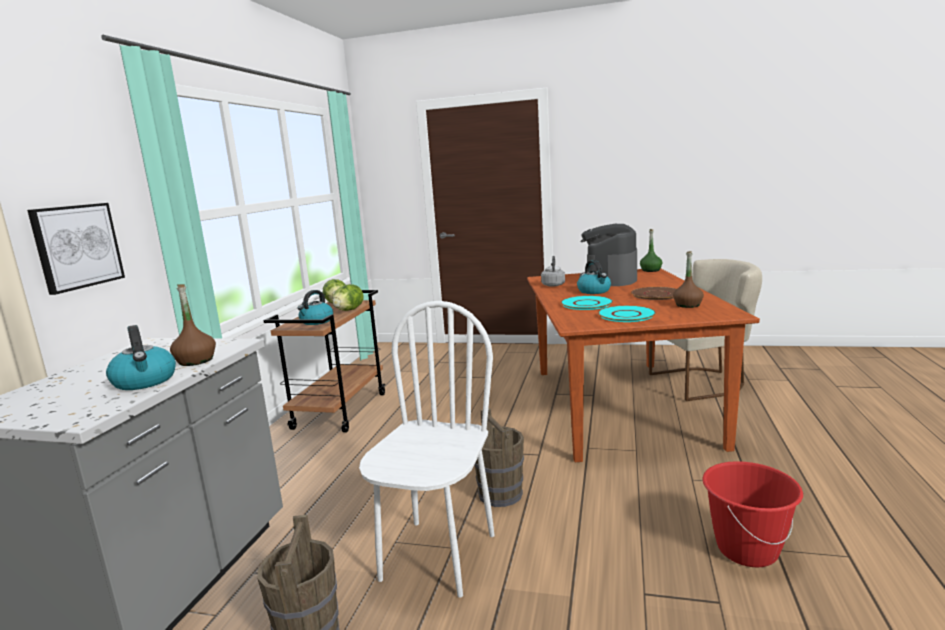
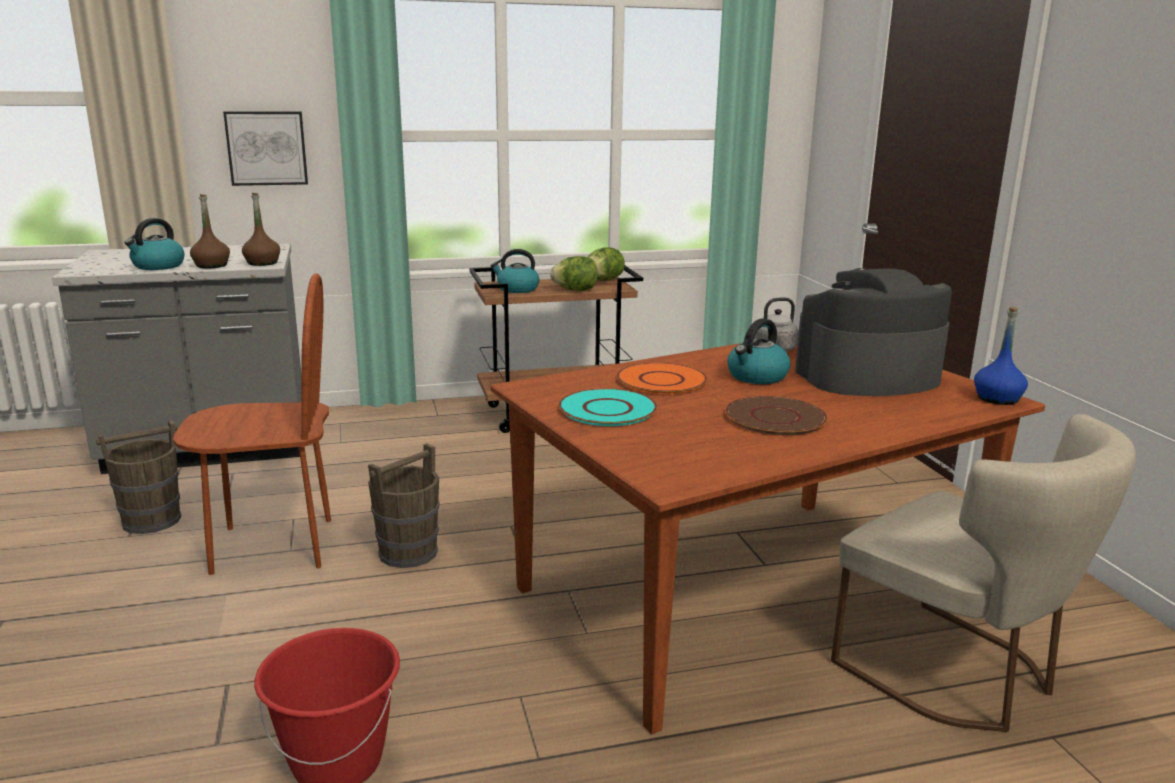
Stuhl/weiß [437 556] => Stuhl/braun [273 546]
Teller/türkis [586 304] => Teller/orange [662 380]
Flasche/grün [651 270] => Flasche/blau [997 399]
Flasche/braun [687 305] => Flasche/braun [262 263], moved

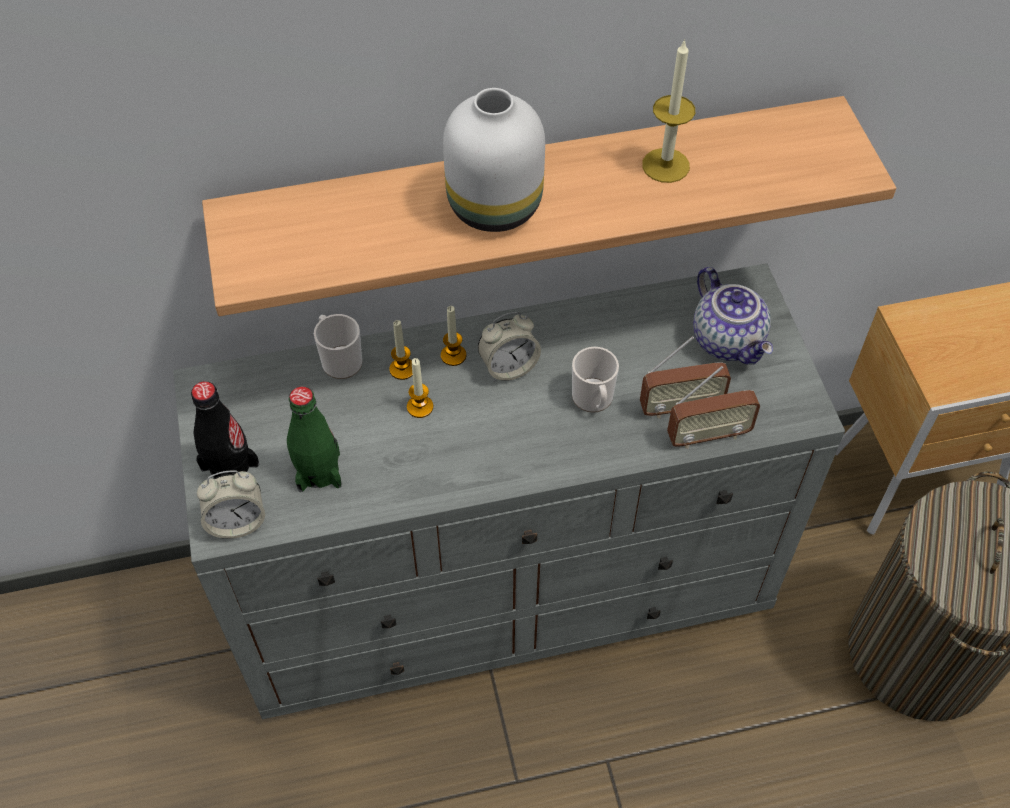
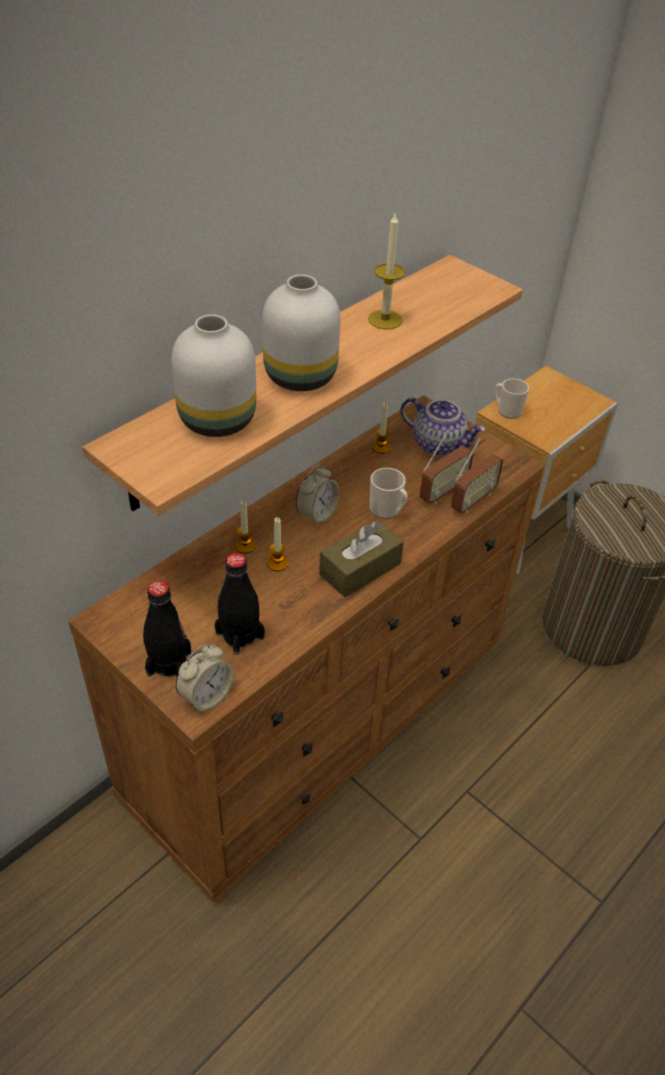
Kommode/grau [507 586] => Kommode/braun [322 716]
Flasche/grün [319 471] => Flasche/schwarz [240 635]
Henkelbecher [339 360] => Henkelbecher [507 410], moved
Kerze [453 355] => Kerze [381 447], moved
nothing => Vase/weiß [219 419]
nothing => Taschentuchbox/braun [360 569]

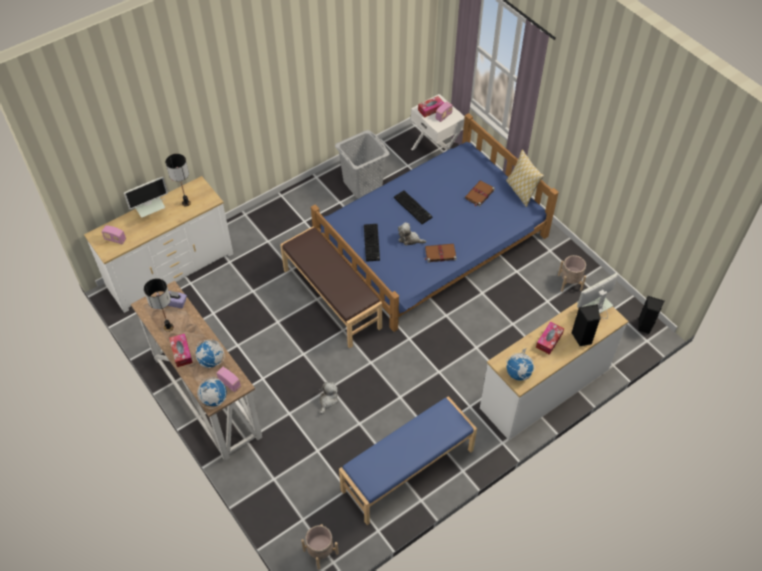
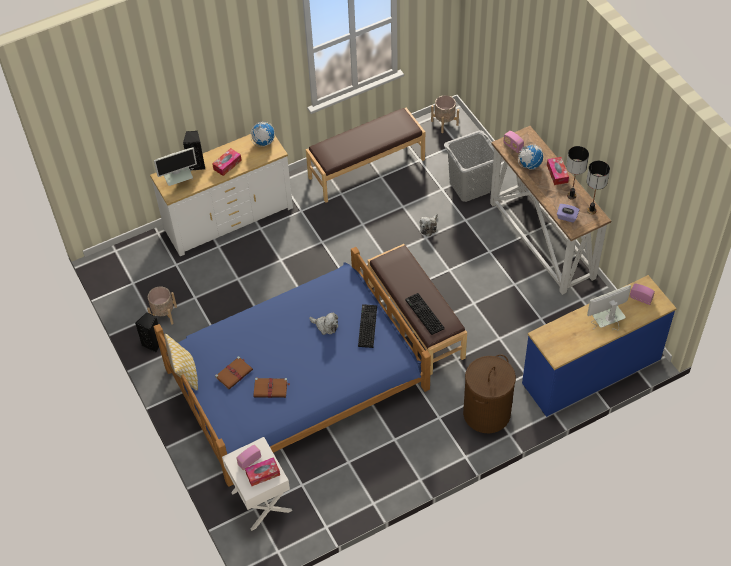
Kommode/weiß [170 270] => Kommode/blau [591 372]
Tischlampe [186 203] => Tischlampe [591 210], moved
Globus [214 399] => nothing
Wäschekorb/grau [363 184] => Wäschekorb/grau [469 186], moved
Bank/blau [408 471] => Bank/braun [366 168]
Tastatur [413 207] => Tastatur [423 314], moved
Buch/braun [440 253] => Buch/braun [271 388], moved
Lautsprecher/schwarz [645 326] => Lautsprecher/schwarz [153 343], moved
nothing => Wäschekorb/braun [487 413]

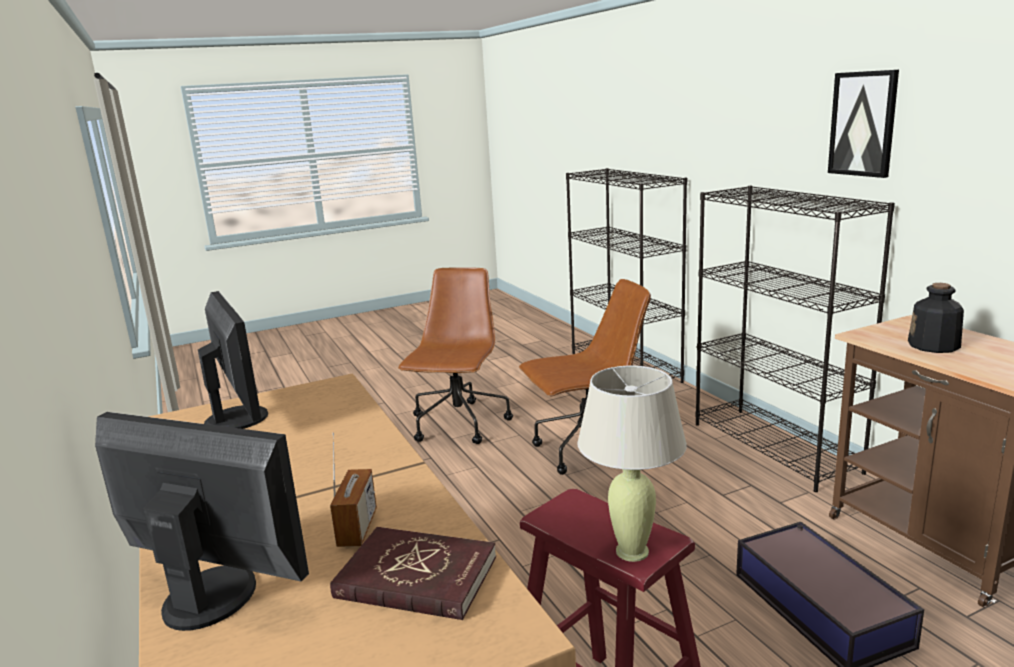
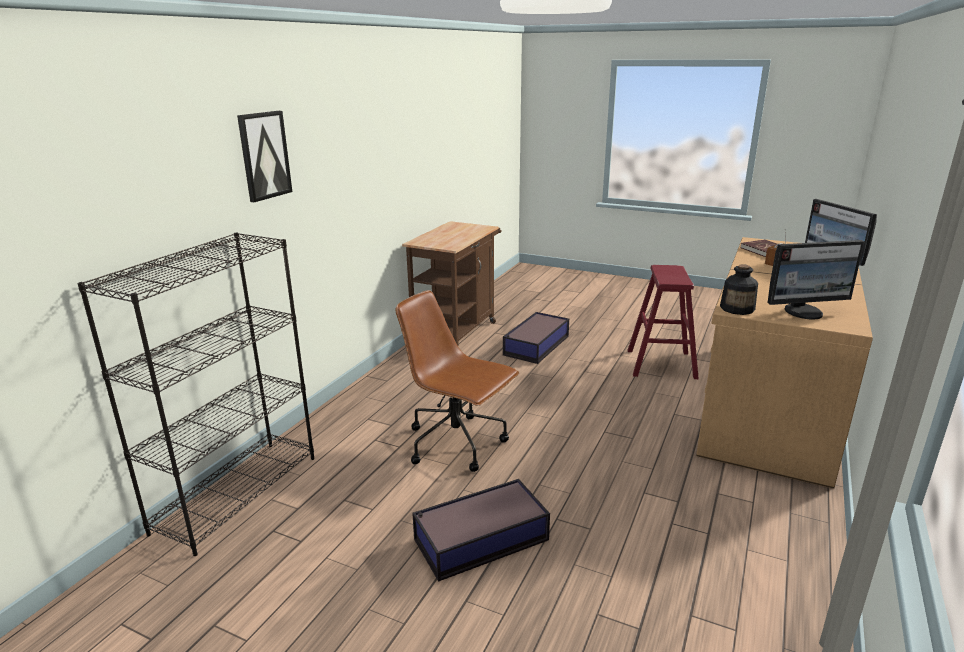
Monitor [239 419] => Monitor [804 312], 120 degrees counterclockwise
Bürostuhl/braun [459 425] => Aufbewahrungsbox [479 539]
Tischlampe/beige [632 551] => nothing
Bücherregal/schwarz [775 447] => nothing
Bild [863 124] => Bild [264 155], moved
Flasche [933 346] => Flasche [737 309], moved

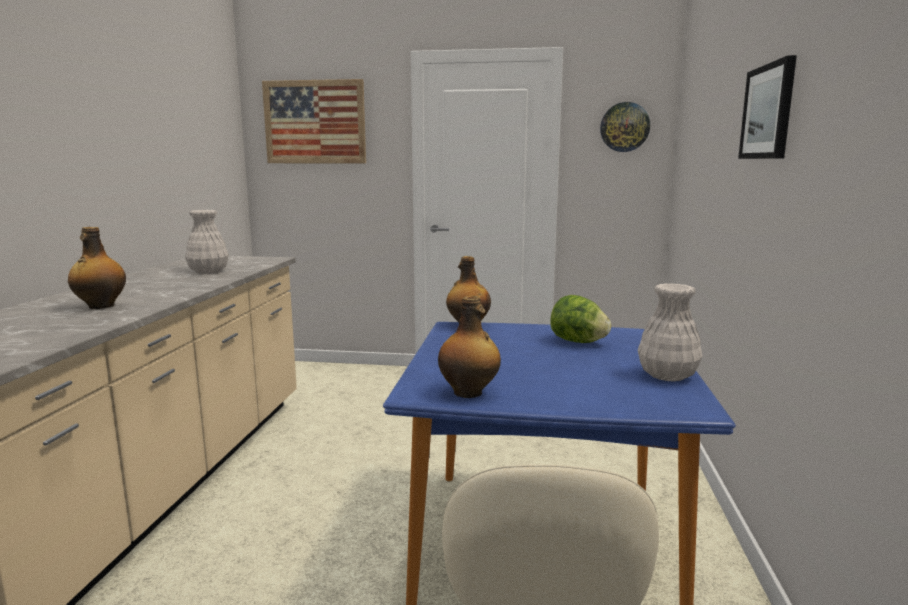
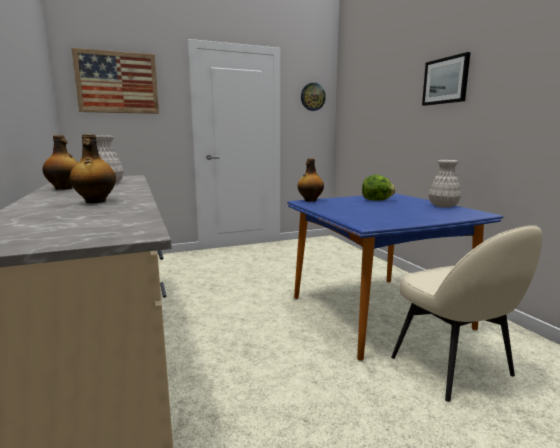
Flasche [469 393] => Flasche [64 188], moved

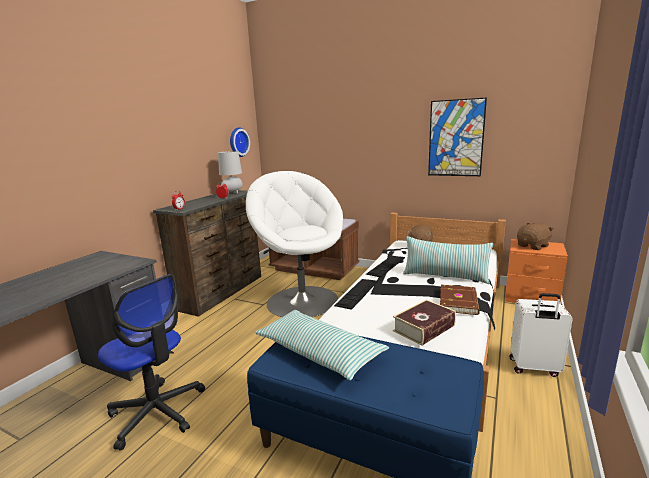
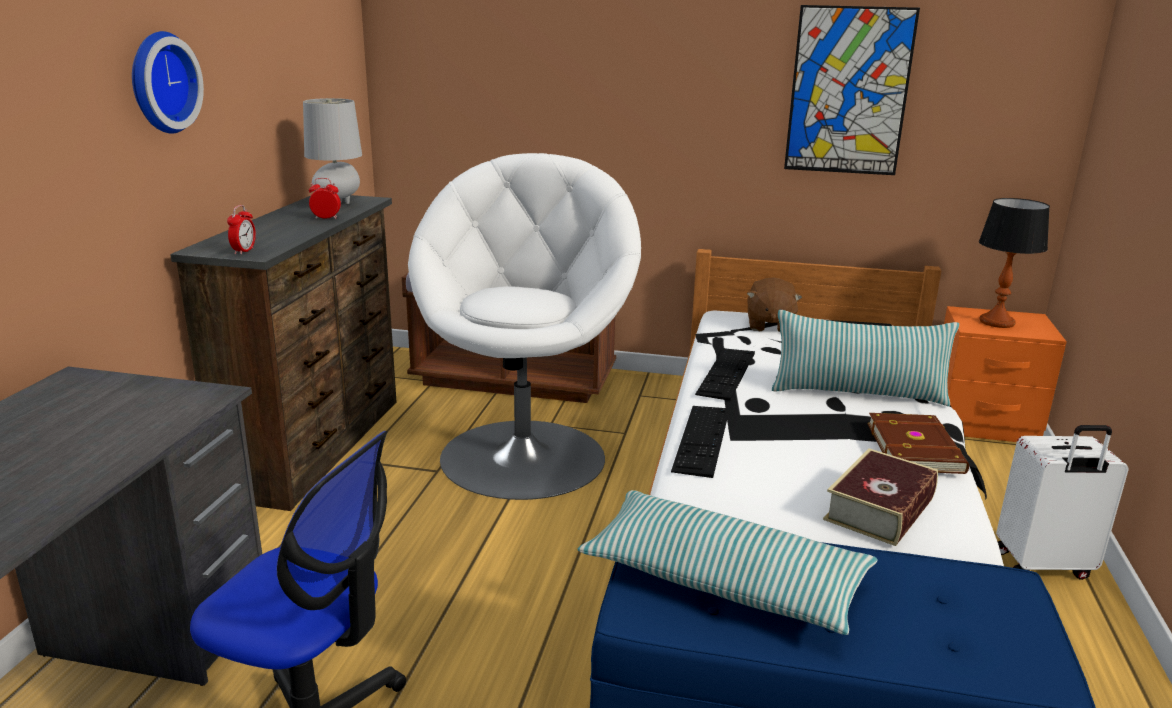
Wanduhr [237 142] => Wanduhr [159 82], moved
Sessel/weiß [302 300] => Sessel/weiß [524 456], 60 degrees clockwise
Plüschtier/braun [533 246] => Tischlampe [996 322]

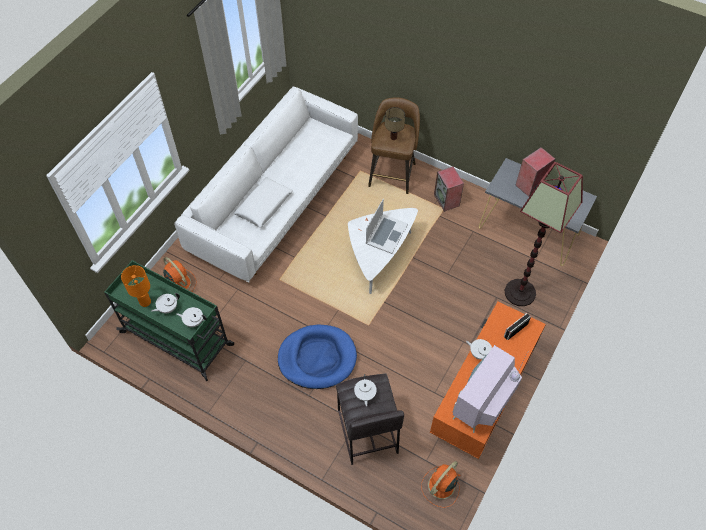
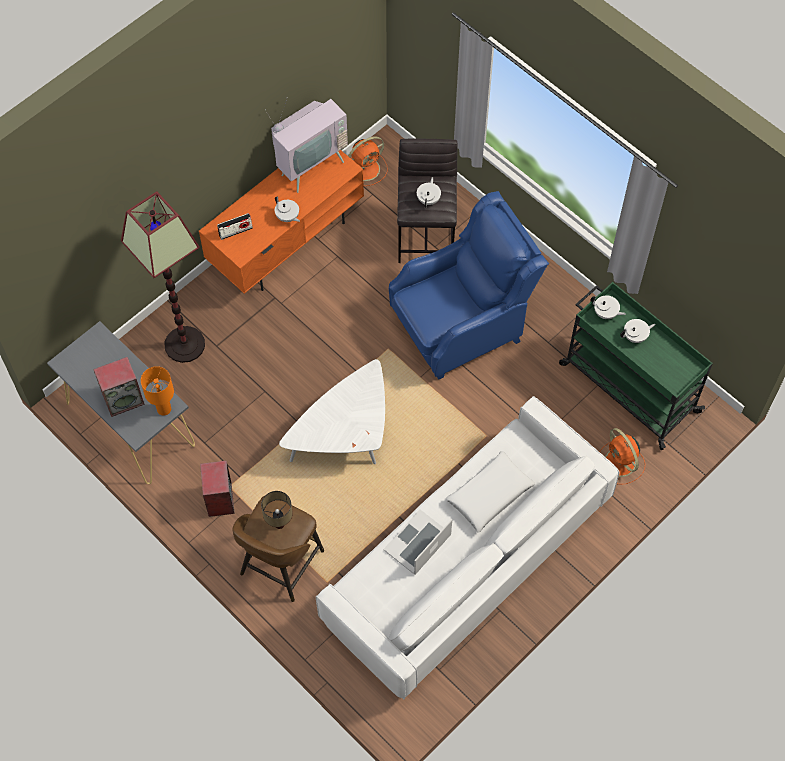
Tischlampe/orange [145 302] => Tischlampe/orange [164 409], moved
Hundebett/blau [317 358] => Sessel/blau [461 324]
Laptop [386 233] => Laptop [418 542], moved

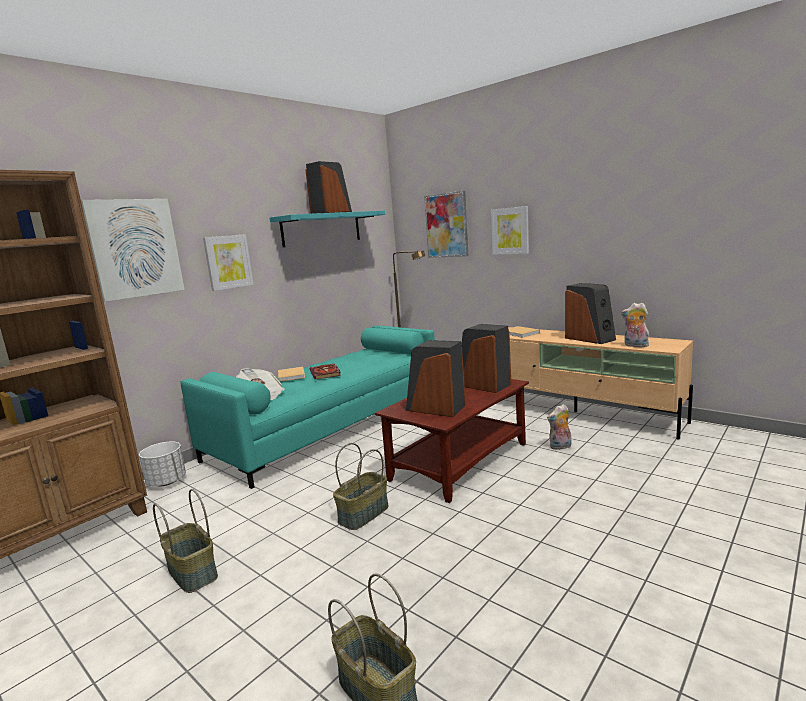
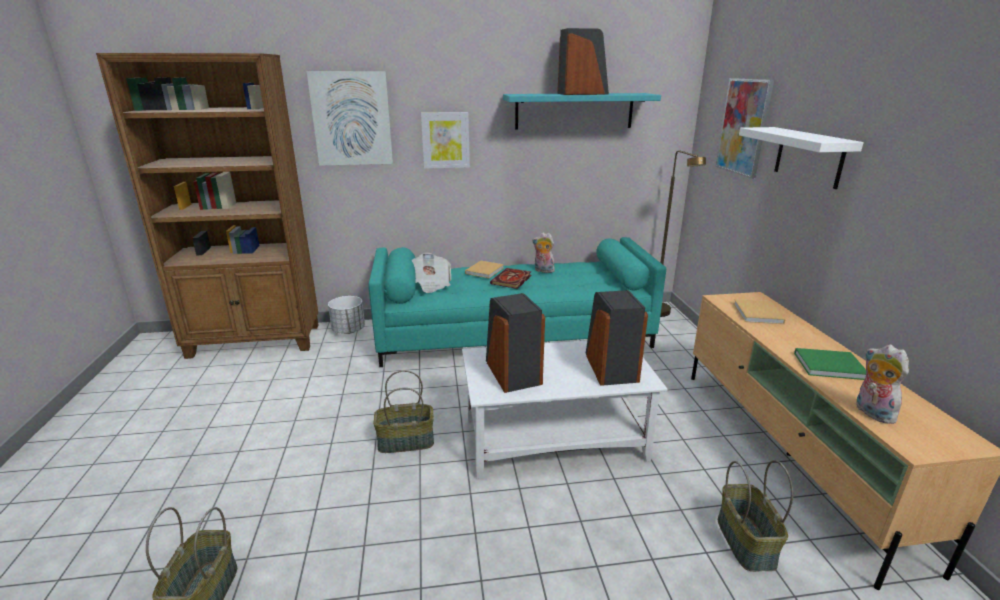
Korb [193 572] => Korb [747 542], moved
Couchtisch/braun [460 461] => Couchtisch/weiß [555 439]
Bild [510 231] => Wandregal/weiß [809 157]
Plüschtier [560 447] => Plüschtier [543 271], moved
Lautsprecher [590 338] => Buch/grün [831 366]

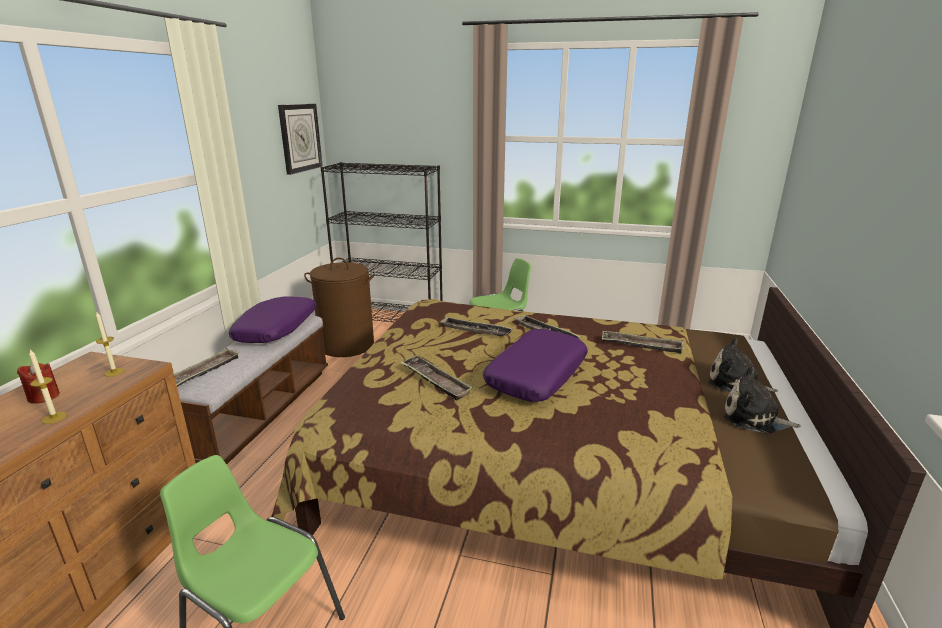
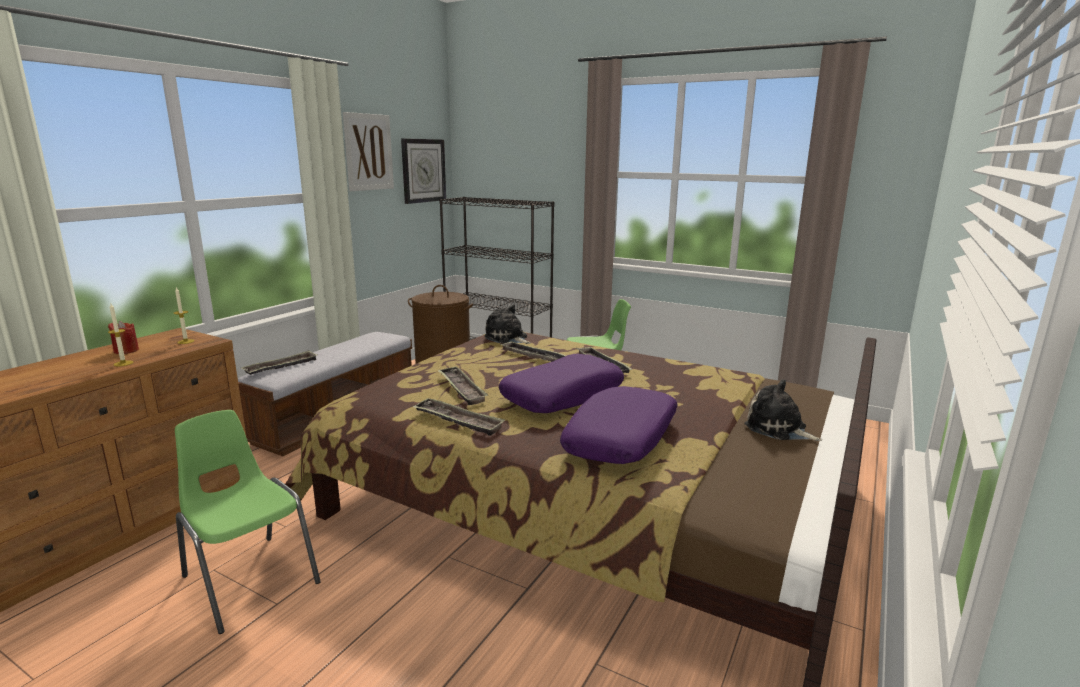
Kissen/lila [277 329] => Kissen/lila [622 438], moved
Tablett [641 346] => Tablett [458 421], moved
Plüschtier [754 418] => Plüschtier [507 338], moved
nothing => Bild [368 152]

